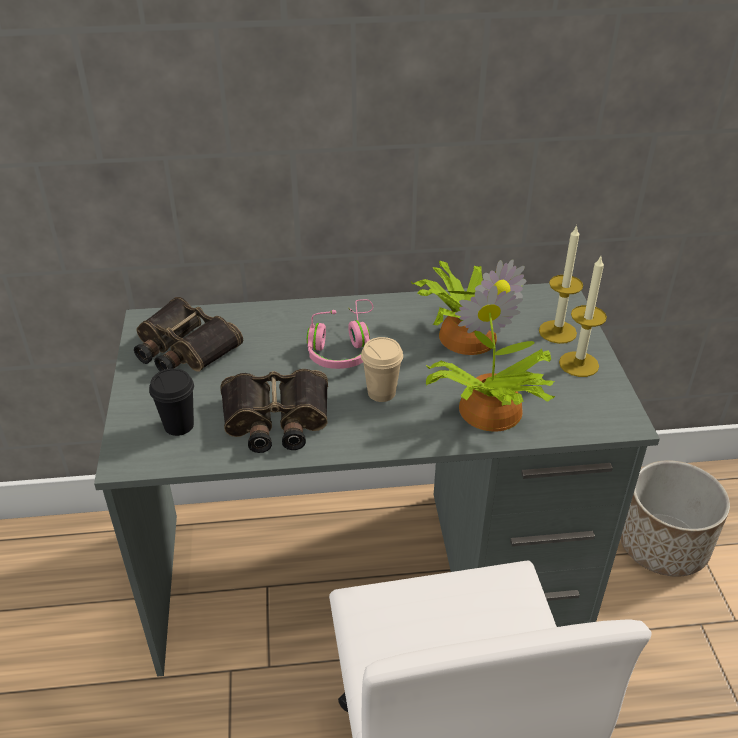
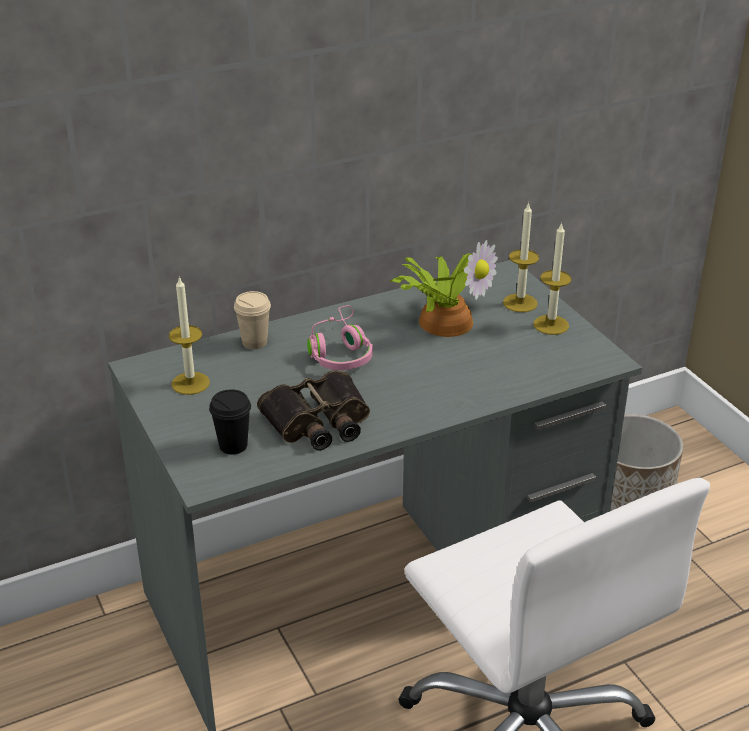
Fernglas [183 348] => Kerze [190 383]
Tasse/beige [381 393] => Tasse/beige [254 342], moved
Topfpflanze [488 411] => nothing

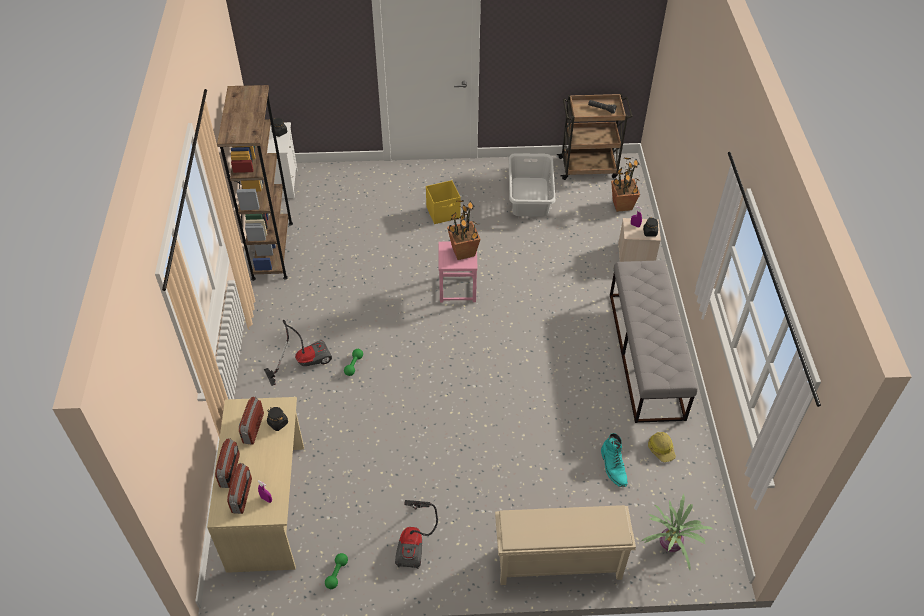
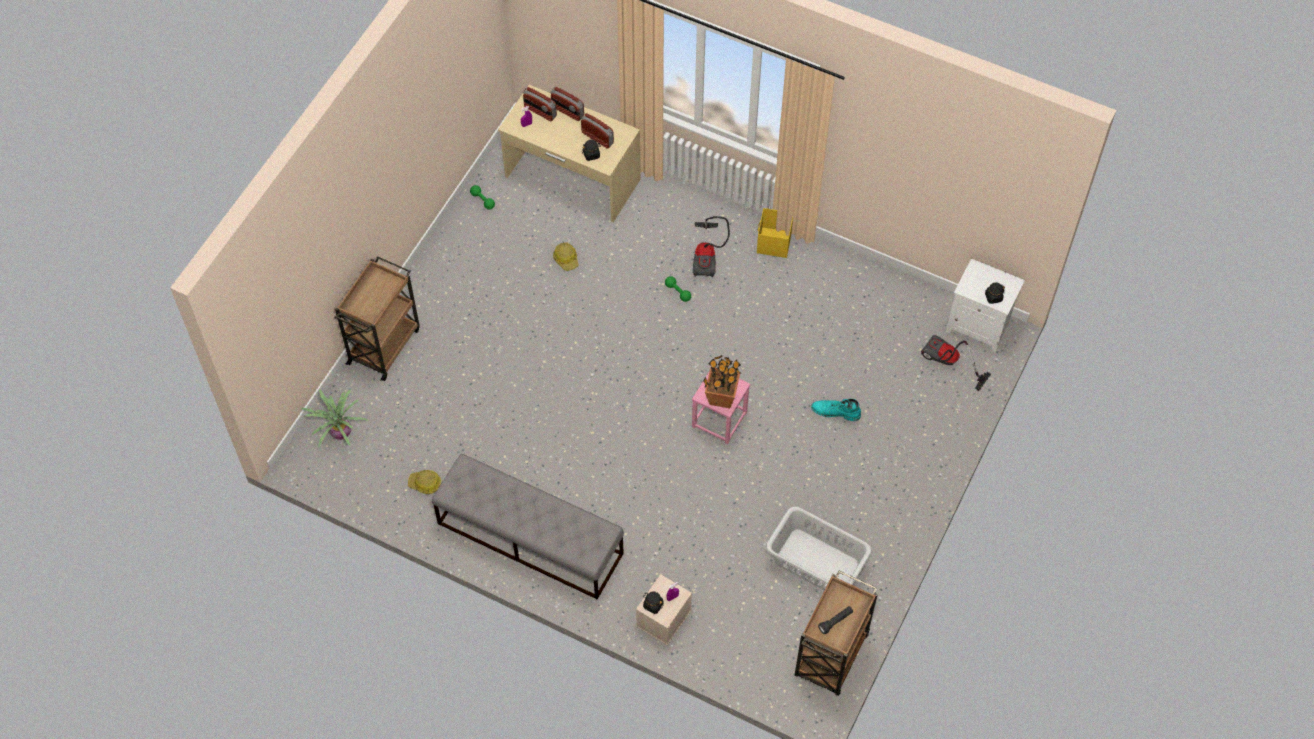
Bücherregal/braun [272 250] => nothing
Staubsauger [415 541] => Staubsauger [947 363], moved
Aufbewahrungsbox/gelb [443 213] => Aufbewahrungsbox/gelb [773 243], moved
Schuhregal/beige [557 563] => Rollwagen/braun [384 345]
Stiefel/türkis [613 467] => Stiefel/türkis [835 412], moved
Topfpflanze [622 205] => nothing
nothing => Schutzhelm [566 259]

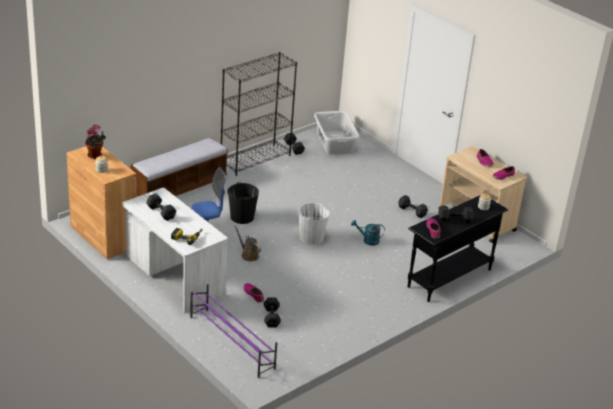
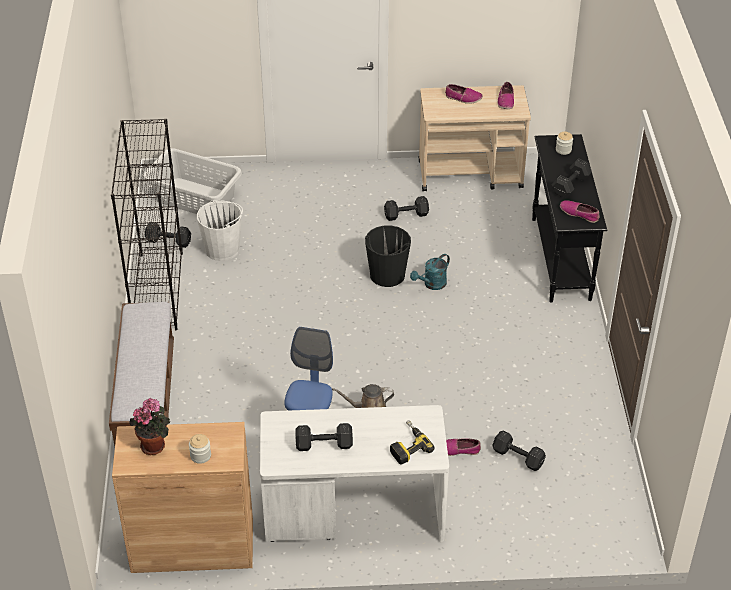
Schuhregal/lila [231 342] => nothing
Eimer/schwarz [241 217] => Eimer/schwarz [387 275], moved
Eimer/weiß [312 237] => Eimer/weiß [222 249], moved

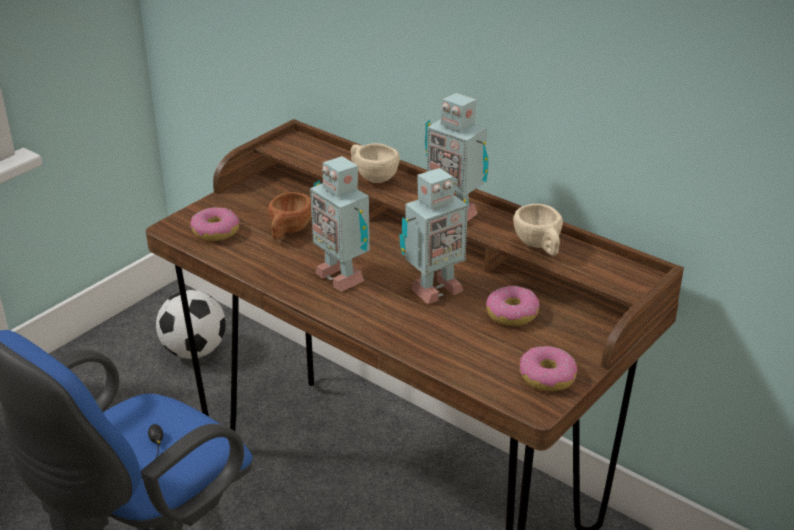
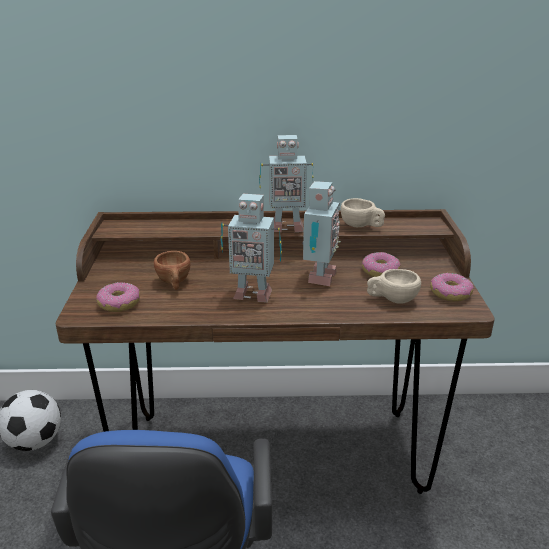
Tasse/beige [372 176] => Tasse/beige [392 299], moved

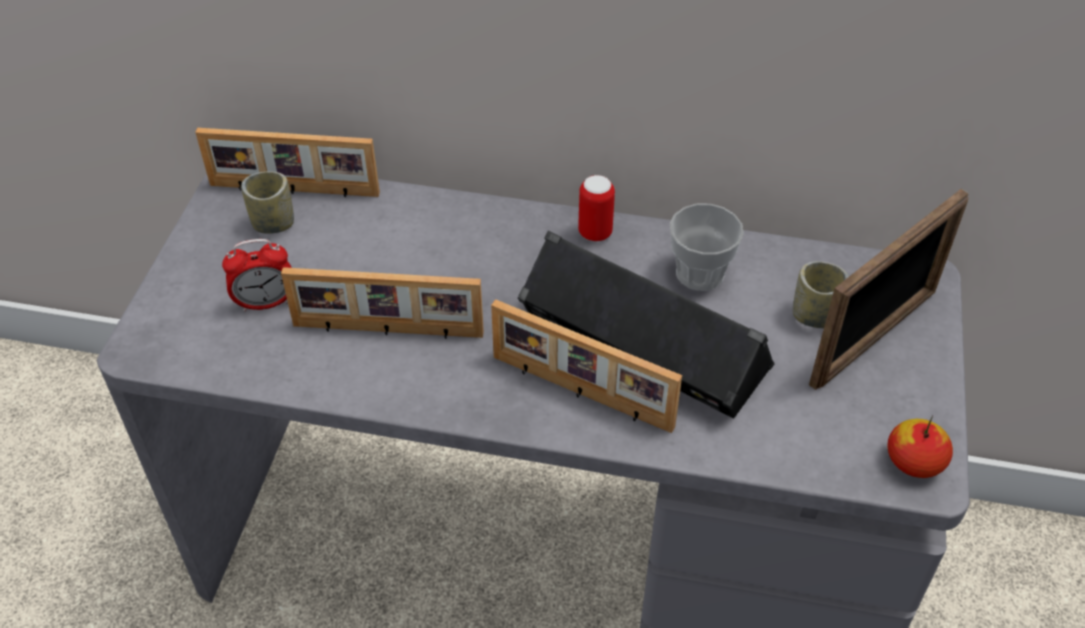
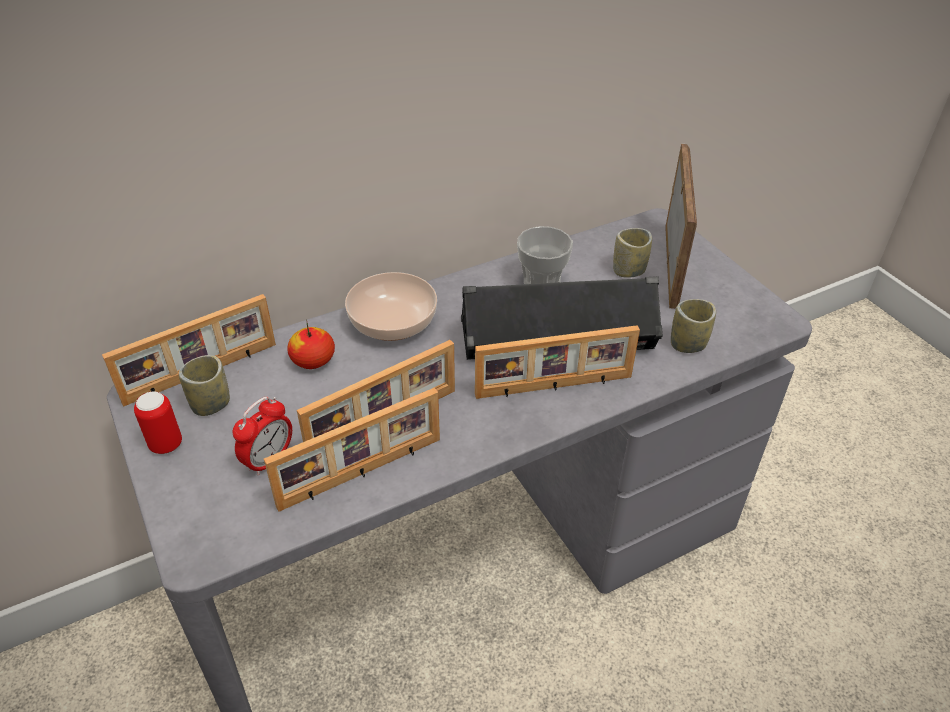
Dose [595 233] => Dose [166 444], moved
Apfel [914 461] => Apfel [313 360], moved
nothing => Bilderrahmen [362 474]
nothing => Schüssel [391 322]
nothing => Tasse [688 344]

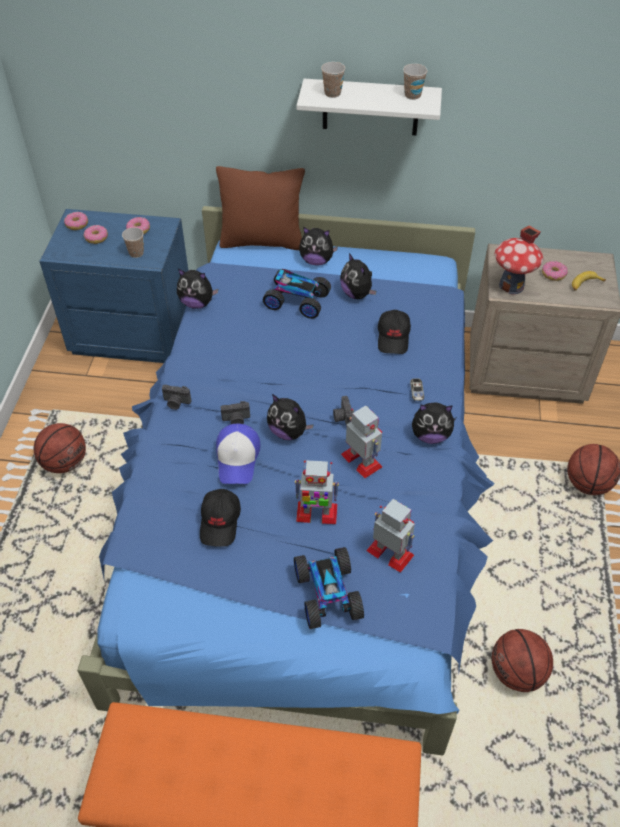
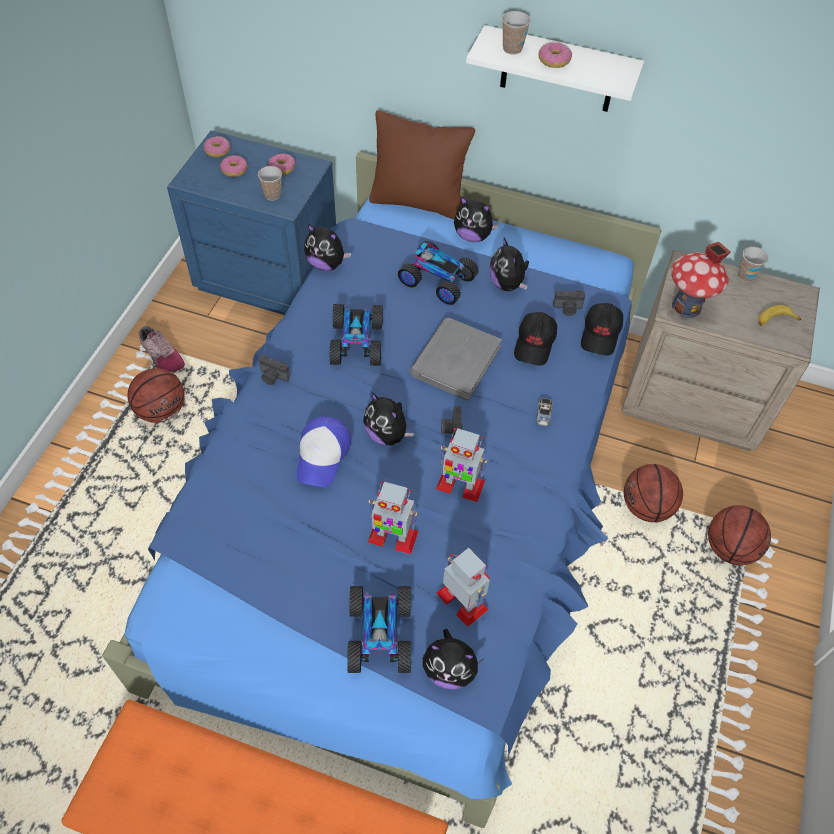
Kappe/schwarz [220 522] => Kappe/schwarz [601 335], moved
Kamera [236 420] => Kamera [567 309], moved
Spielzeugroboter [362 460] => Spielzeugroboter [459 485], 135 degrees clockwise
Tasse [412 95] => Tasse [745 276], moved
Plüschtier [430 435] => Plüschtier [449 670], moved
Basketball [516 672] => Basketball [646 507], moved
Donut [553 274] => Donut [554 61], moved
nothing => Schuh [161 355]
nothing => Spielzeugauto [358 342]
nothing => Buch/grau [455 361]

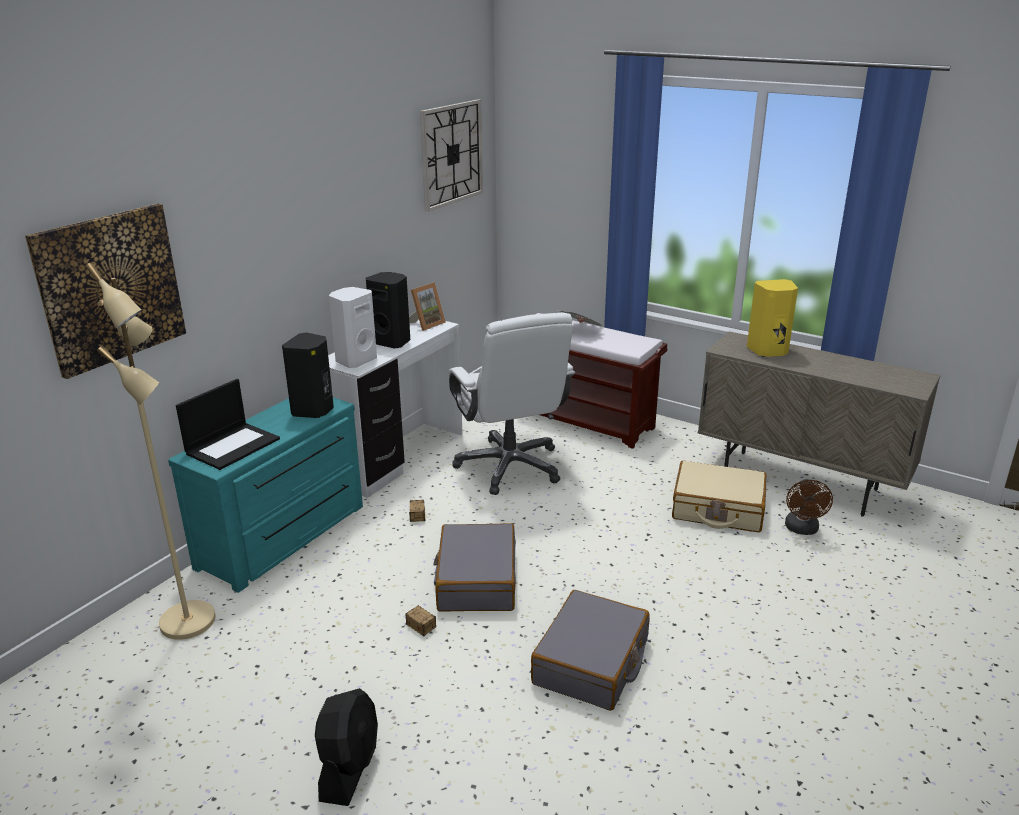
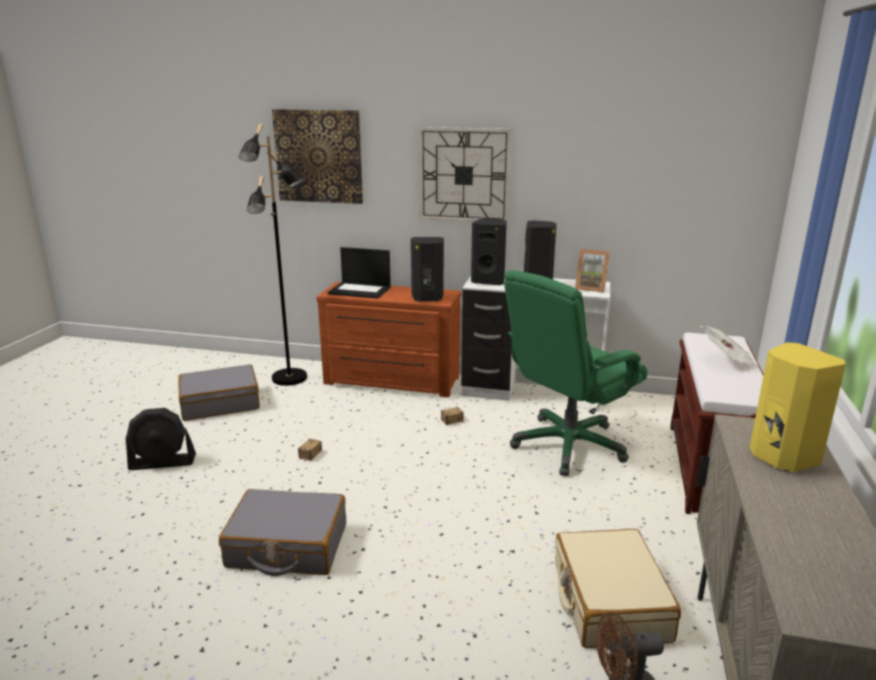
Stehlampe/beige [190 621] => Stehlampe/schwarz [290 378]
Kommode/türkis [285 537] => Kommode/braun [391 381]
Lautsprecher/weiß [355 360] => Lautsprecher/schwarz [489 281]
Wanduhr [451 154] => Wanduhr [464 175], moved
Koffer/grau [476 580] => Koffer/grau [220 403], moved
Bürostuhl/weiß [510 466] => Bürostuhl/grün [568 445]

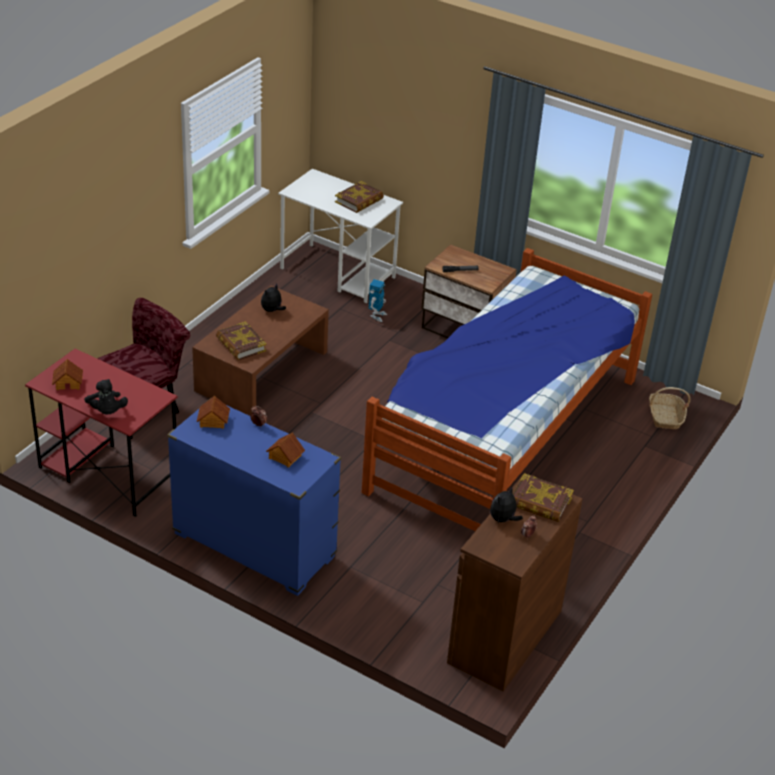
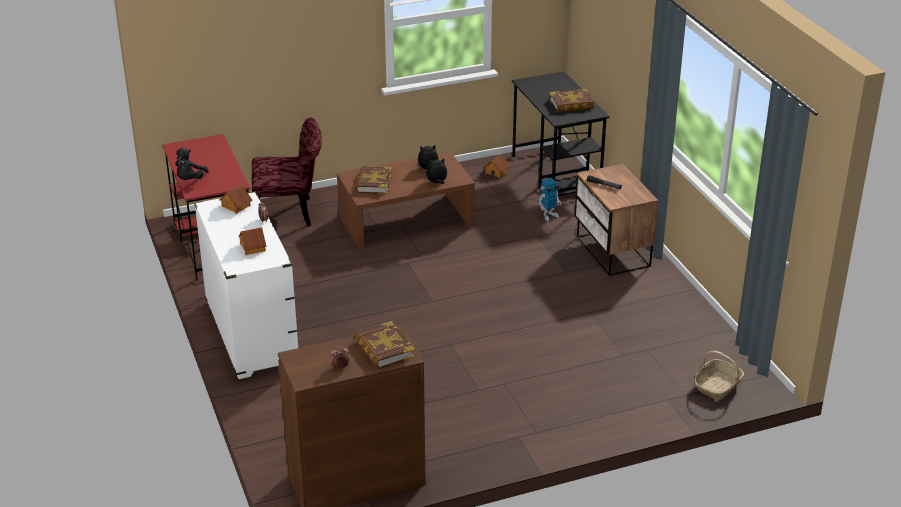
Spielzeughaus [68 383] => Spielzeughaus [496 172], moved
Kommode/blau [254 546] => Kommode/weiß [251 333]
Schreibtisch/weiß [338 273] => Schreibtisch/schwarz [556 174]
Bett [503 433] => nothing
Plüschtier [503 519] => Plüschtier [436 183], moved

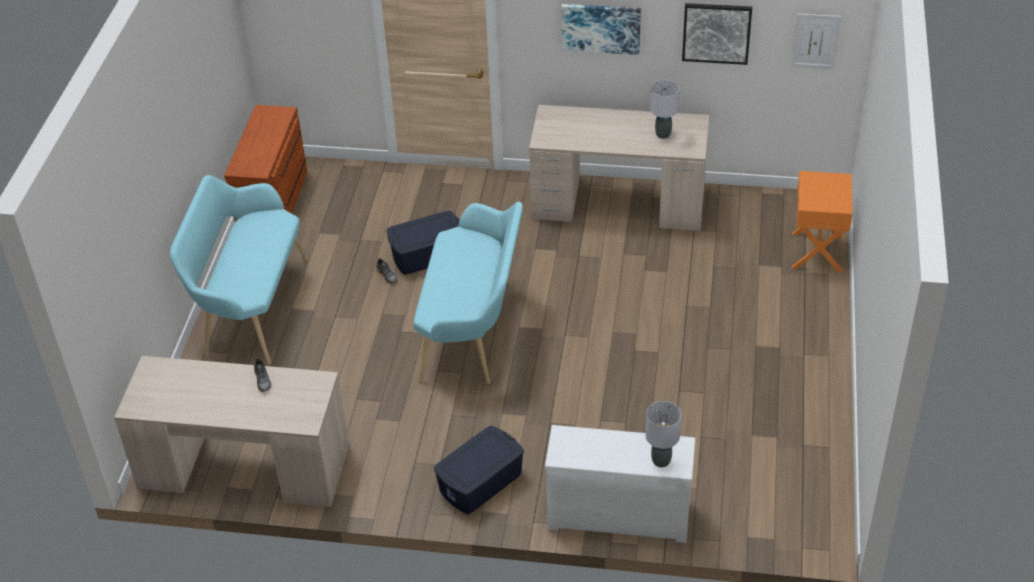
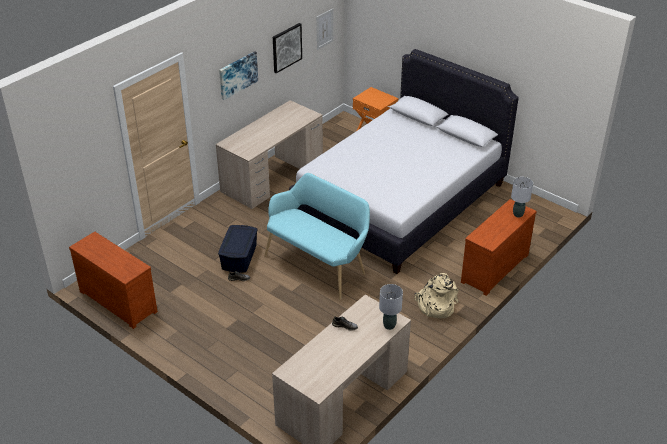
Bank/türkis [250 307] => nothing
Aufbewahrungsbox/blau [481 483] => Rucksack/beige [435 306]
Kommode/weiß [619 512] => Kommode/braun [493 267]
Tischlampe/grau [663 134] => Tischlampe/grau [389 325], moved
nothing => Bett/weiß [399 200]

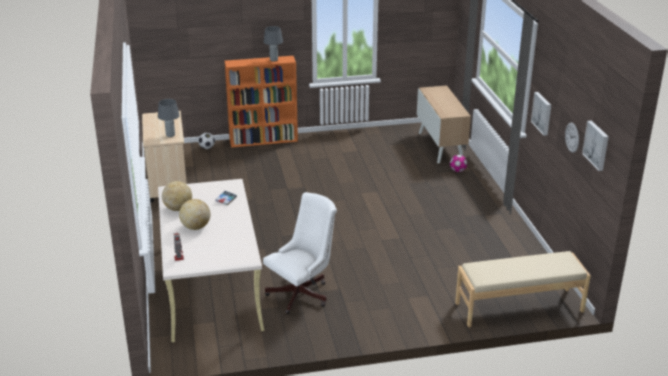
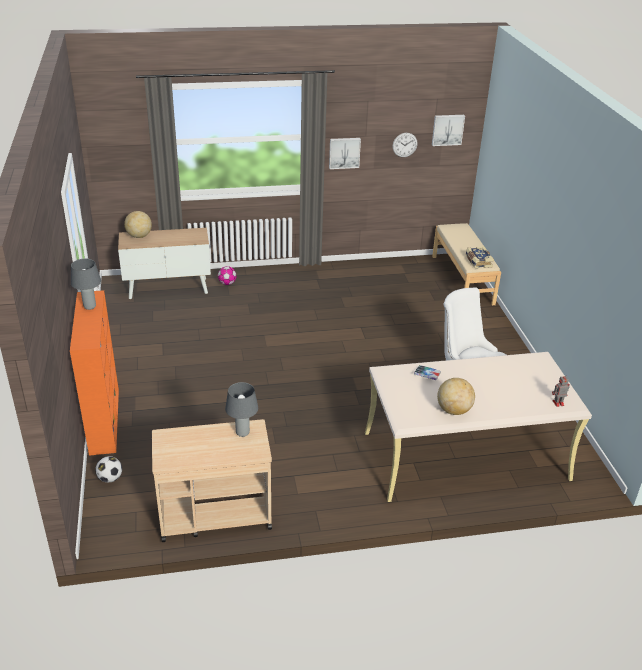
Globus [196 227] => Globus [139 236], moved
nothing => Buch [478 262]

